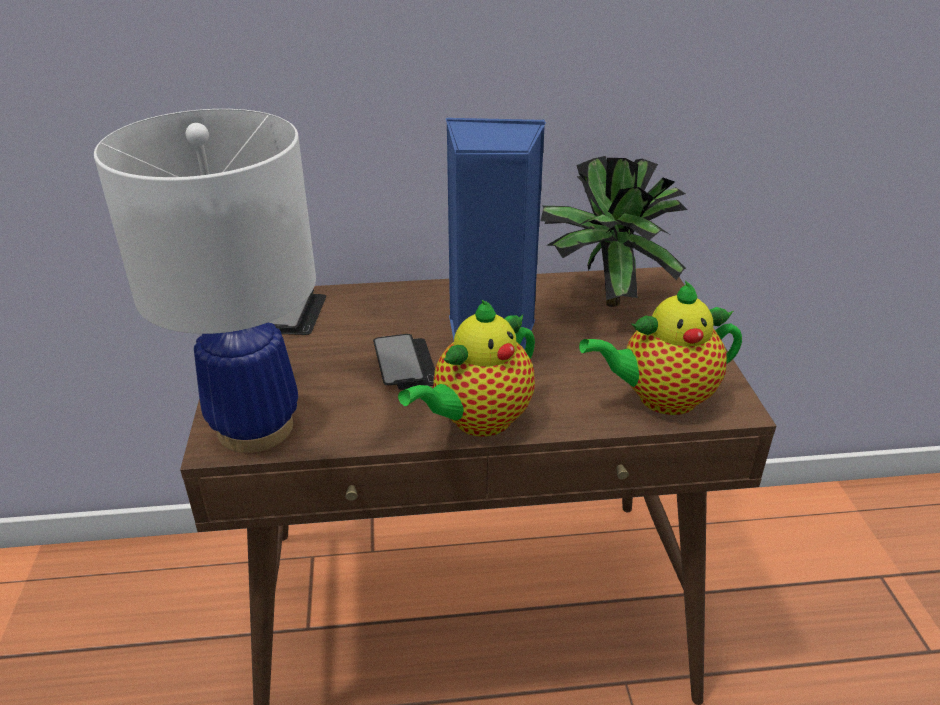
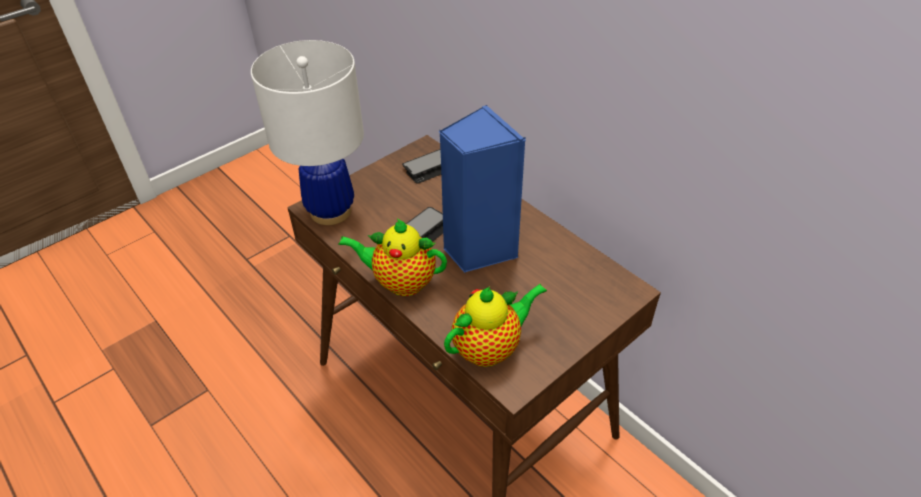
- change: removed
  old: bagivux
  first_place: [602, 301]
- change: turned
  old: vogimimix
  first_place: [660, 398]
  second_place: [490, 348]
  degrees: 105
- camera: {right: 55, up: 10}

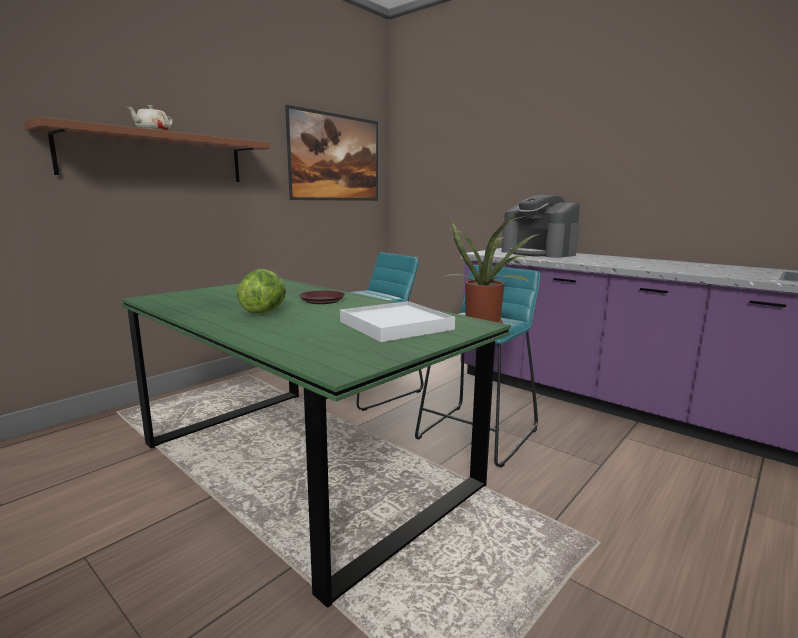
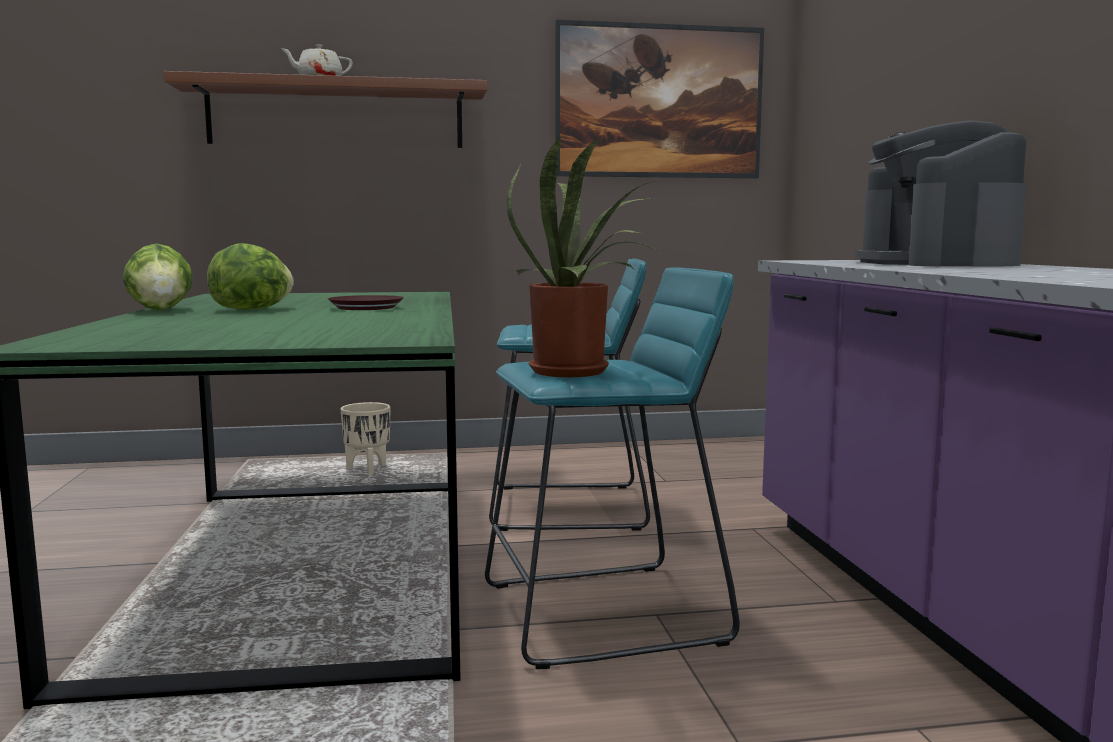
- change: removed
  old: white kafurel
  first_place: [395, 325]
- change: added
  new: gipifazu
  second_place: [161, 310]
- change: added
  new: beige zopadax
  second_place: [368, 470]
- camera: {right: 40, up: -5}

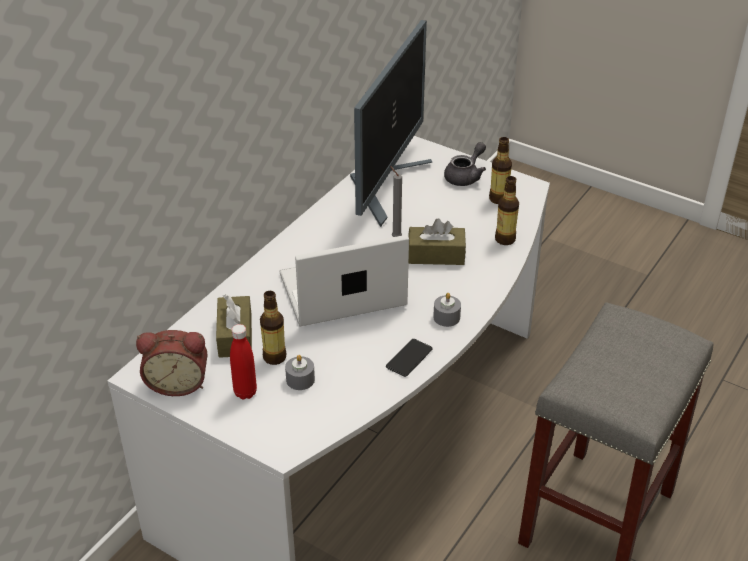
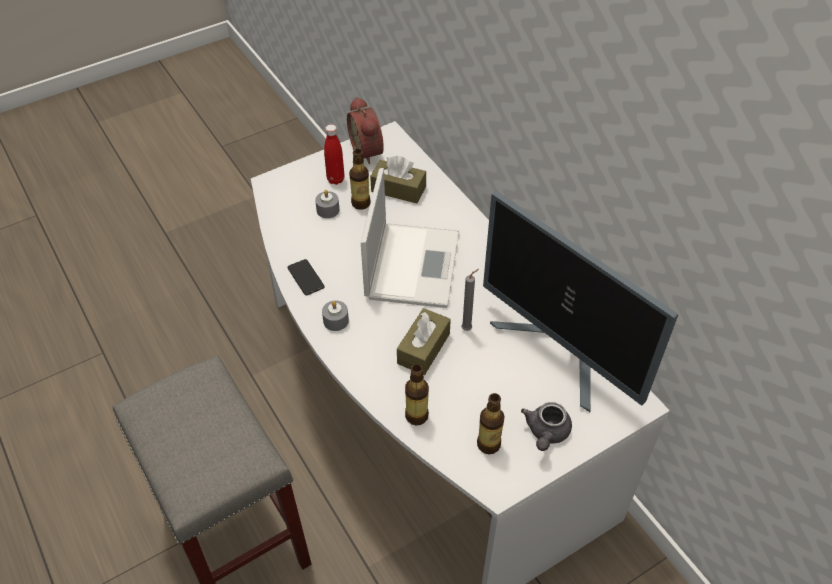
- change: turned
  old: grey vogimimix
  first_place: [465, 176]
  second_place: [546, 433]
  degrees: 45
- change: turned
  old: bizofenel
  first_place: [178, 382]
  second_place: [369, 151]
  degrees: -45
- camera: {right: 115, up: 10}

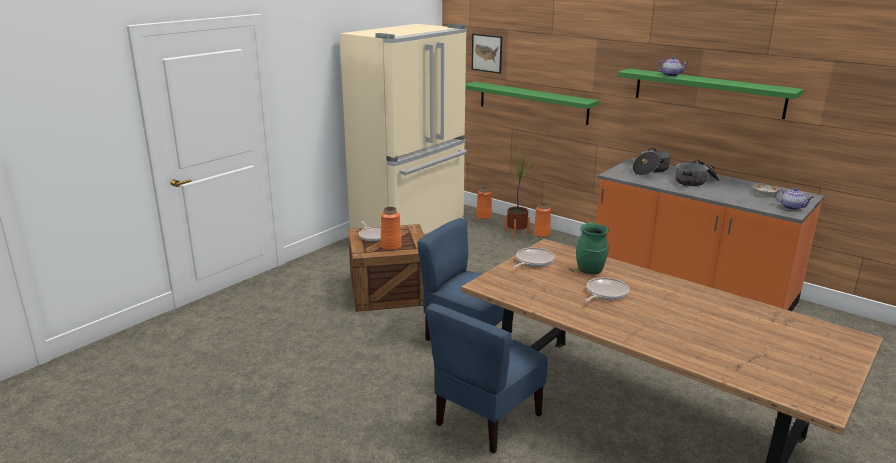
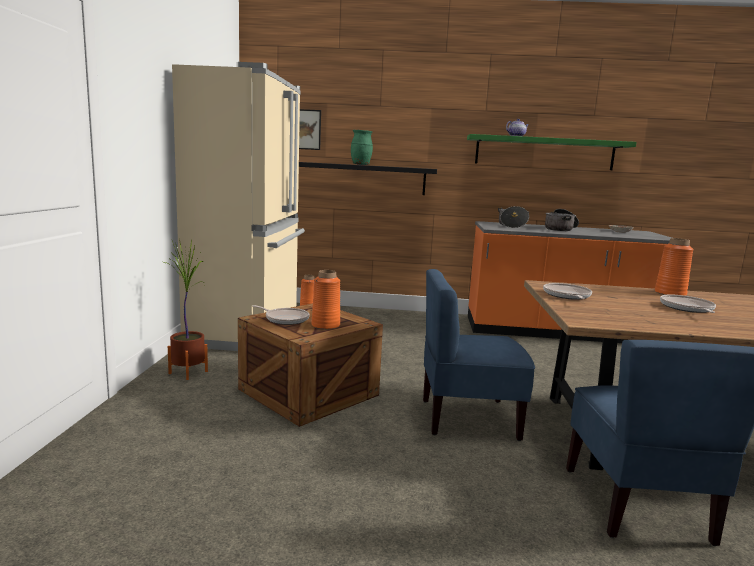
- change: recoloured
  old: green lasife
  new: black lasife
  first_place: [532, 102]
  second_place: [360, 178]
- change: moved
  old: bagivux
  first_place: [517, 233]
  second_place: [188, 372]
- change: removed
  old: vogimimix
  first_place: [792, 207]
- change: moved
  old: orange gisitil
  first_place: [541, 234]
  second_place: [670, 293]
- change: moved
  old: green gisitil
  first_place: [590, 271]
  second_place: [361, 164]
- camera: {right: -35, up: -10}

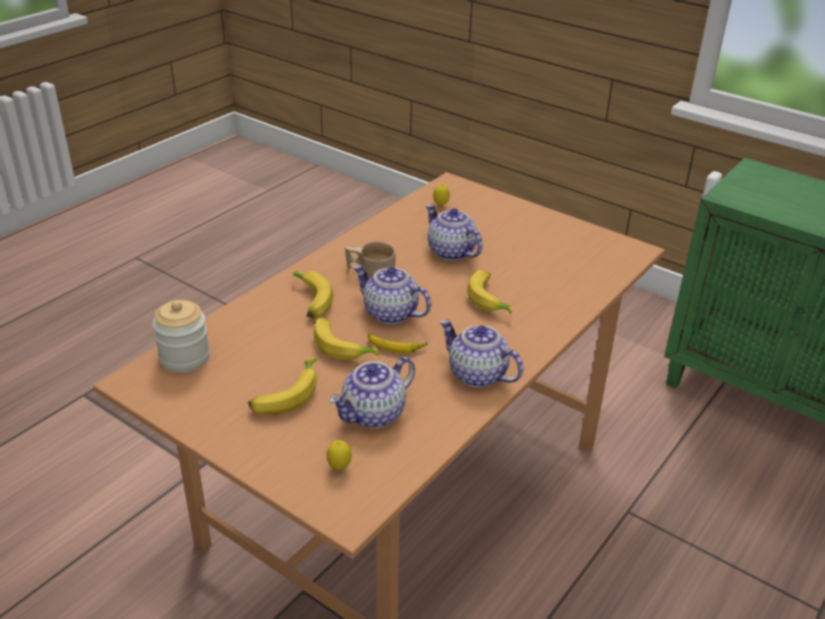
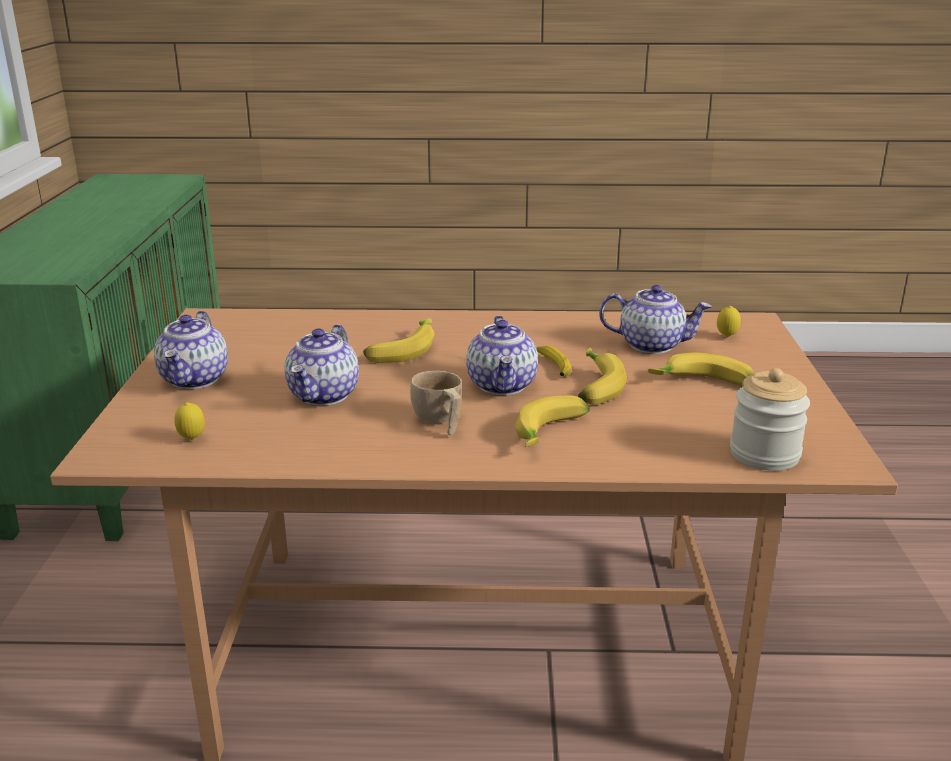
- change: moved
  old: vogimimix
  first_place: [476, 374]
  second_place: [195, 379]
- camera: {right: -125, up: -10}

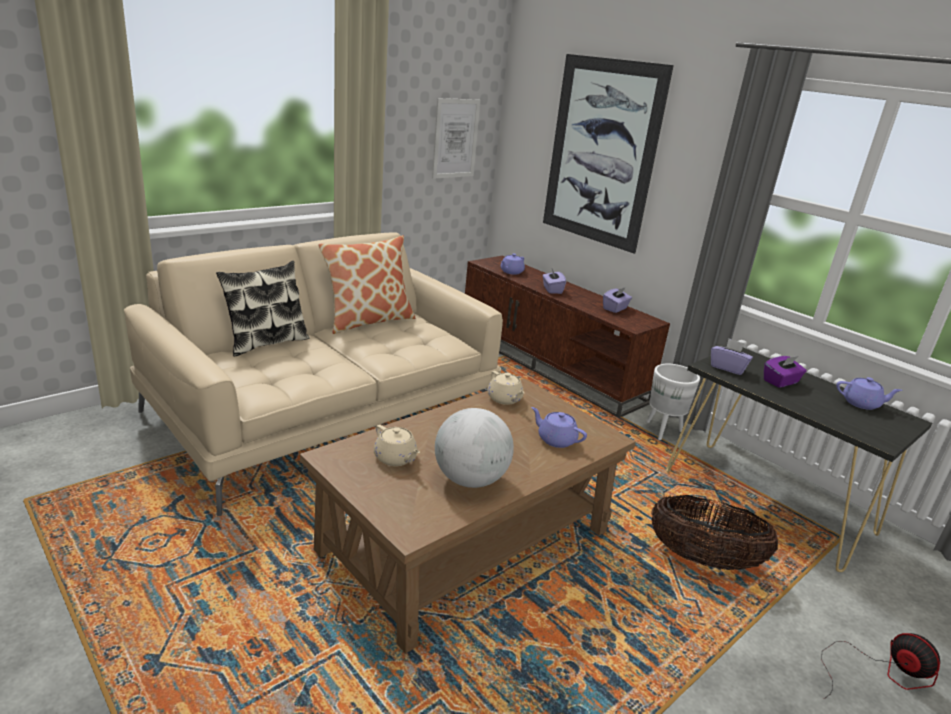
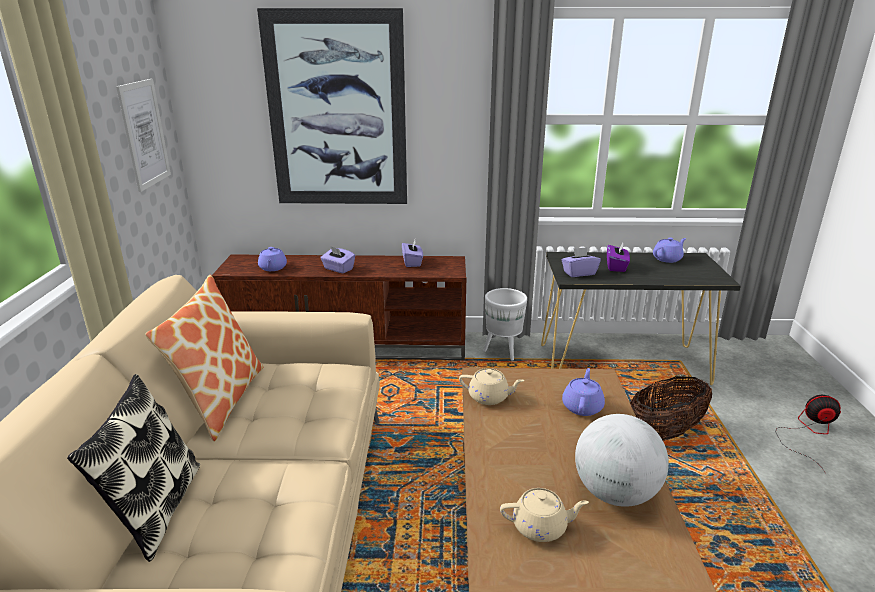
- change: turned
  old: purple vogimimix
  first_place: [555, 439]
  second_place: [582, 406]
  degrees: 120
- camera: {right: -45, up: 0}

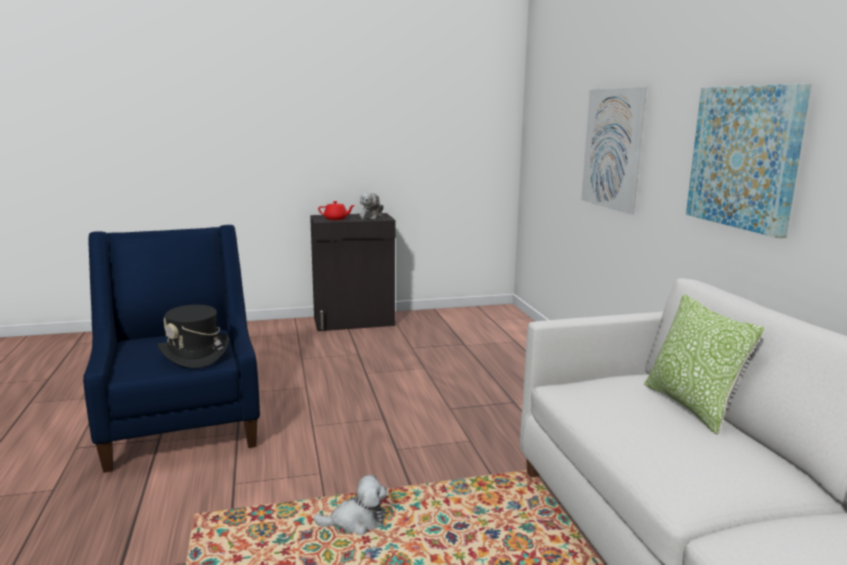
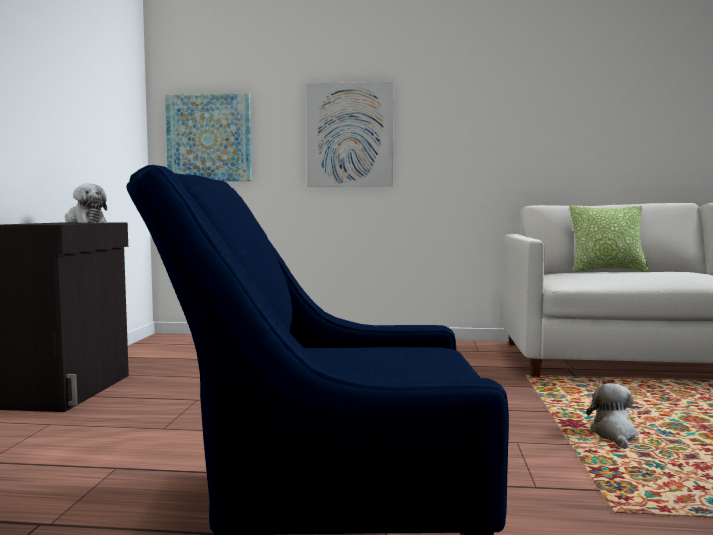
- change: moved
  old: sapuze
  first_place: [744, 157]
  second_place: [209, 138]
- change: removed
  old: red vogimimix
  first_place: [336, 219]
- change: removed
  old: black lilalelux
  first_place: [195, 354]
- camera: {right: -70, up: -10}

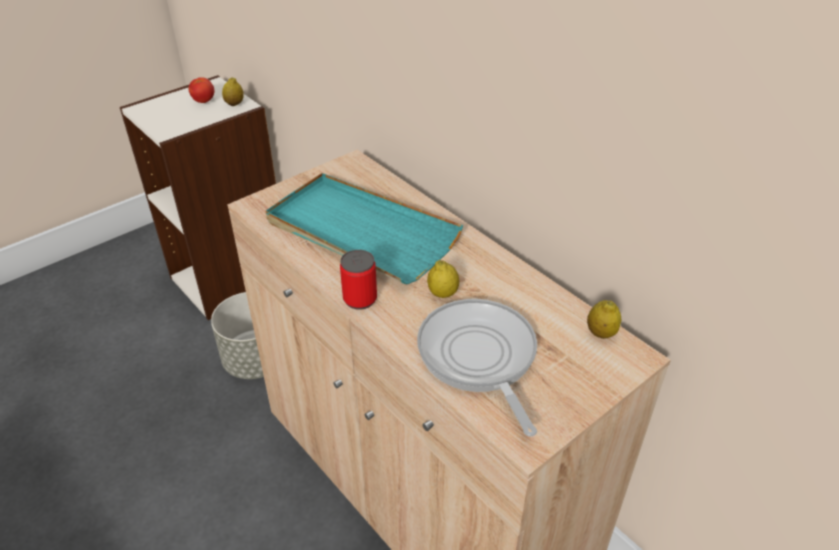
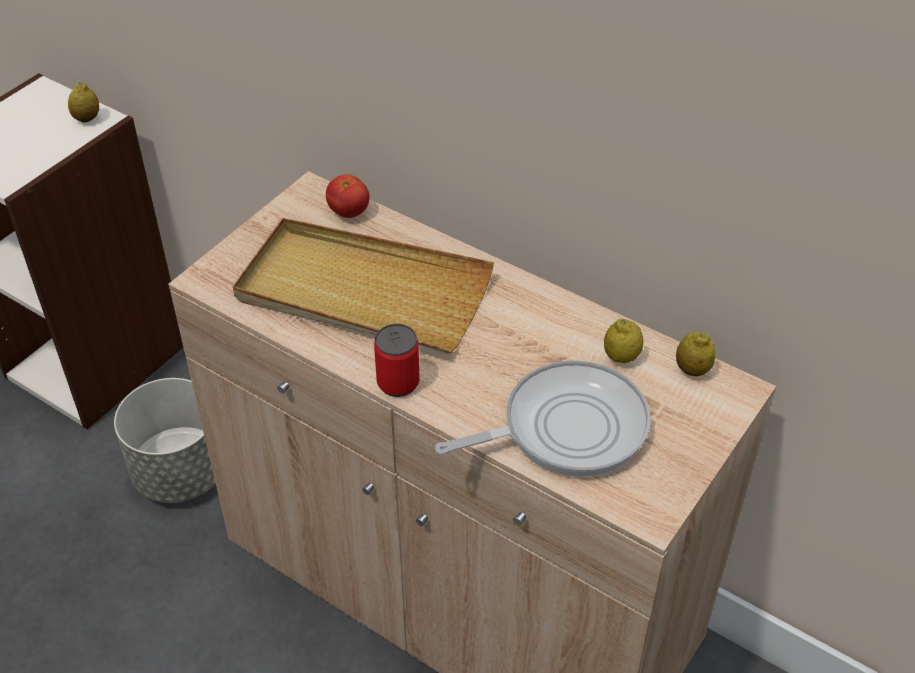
- change: moved
  old: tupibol
  first_place: [203, 101]
  second_place: [349, 212]
- change: recoloured
  old: turquoise kafurel
  new: beige kafurel
  first_place: [360, 232]
  second_place: [362, 292]
- change: moved
  old: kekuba
  first_place: [443, 293]
  second_place: [621, 357]
- change: turned
  old: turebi
  first_place: [479, 358]
  second_place: [566, 428]
  degrees: 105
- camera: {right: -15, up: 5}

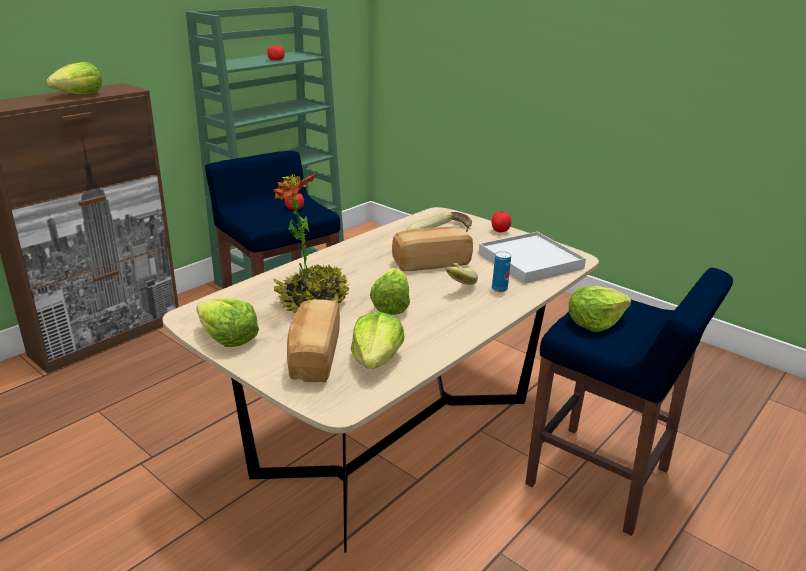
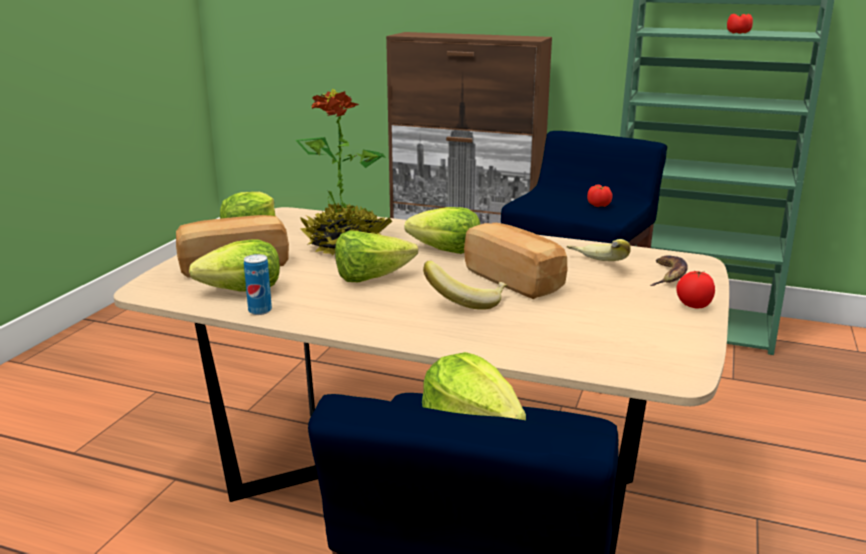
- change: moved
  old: gipifazu
  first_place: [80, 95]
  second_place: [446, 250]
- change: removed
  old: white kafurel
  first_place: [530, 261]
- change: moved
  old: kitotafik
  first_place: [499, 289]
  second_place: [260, 311]
- camera: {right: 70, up: -5}

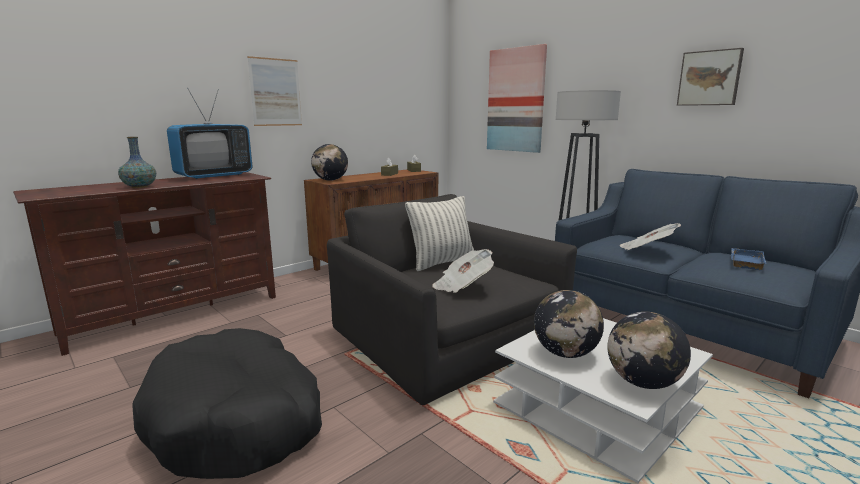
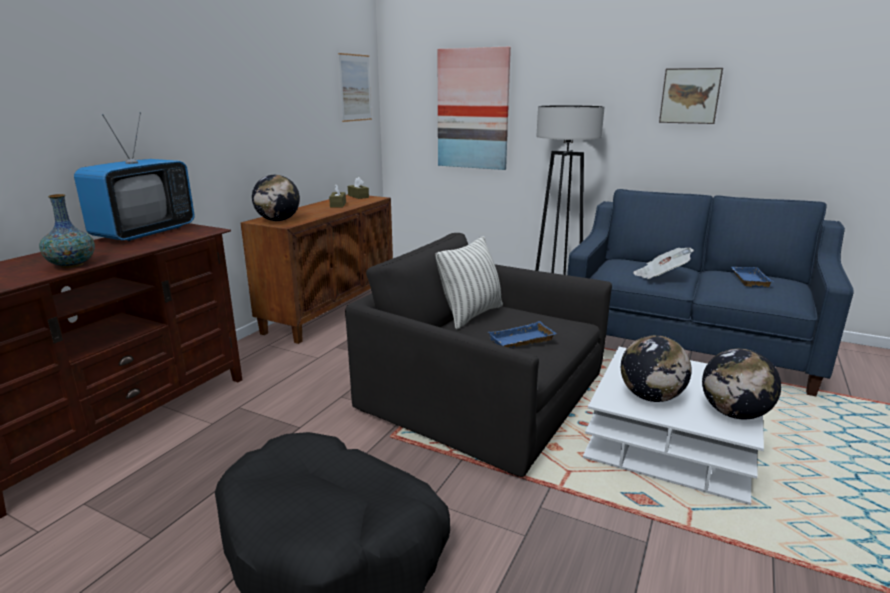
- change: moved
  old: sapuze
  first_place: [275, 92]
  second_place: [355, 88]
- change: replaced
  old: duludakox
  new: blue kafurel
  first_place: [462, 286]
  second_place: [521, 341]
- camera: {right: -20, up: 5}

